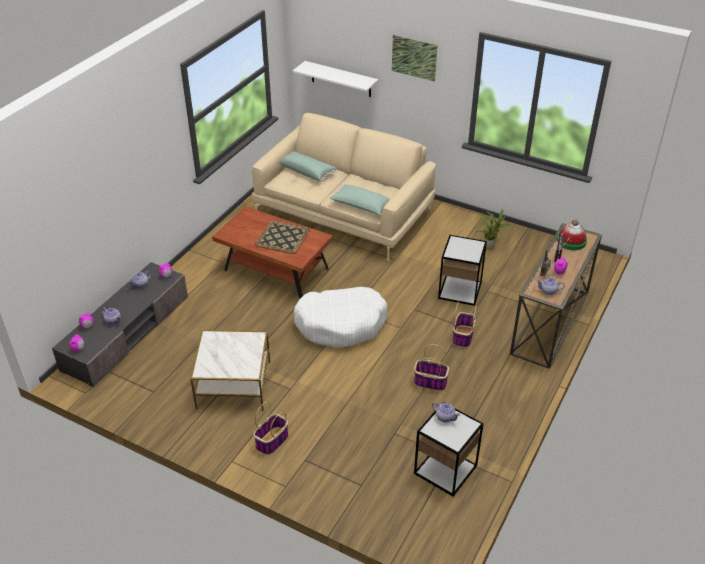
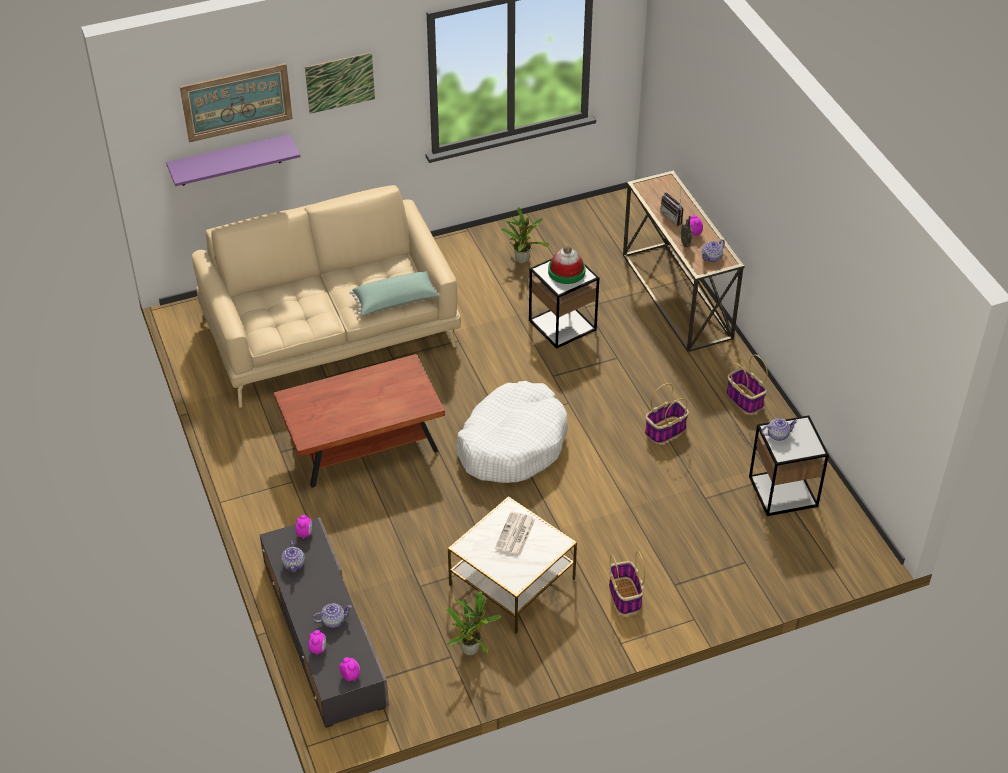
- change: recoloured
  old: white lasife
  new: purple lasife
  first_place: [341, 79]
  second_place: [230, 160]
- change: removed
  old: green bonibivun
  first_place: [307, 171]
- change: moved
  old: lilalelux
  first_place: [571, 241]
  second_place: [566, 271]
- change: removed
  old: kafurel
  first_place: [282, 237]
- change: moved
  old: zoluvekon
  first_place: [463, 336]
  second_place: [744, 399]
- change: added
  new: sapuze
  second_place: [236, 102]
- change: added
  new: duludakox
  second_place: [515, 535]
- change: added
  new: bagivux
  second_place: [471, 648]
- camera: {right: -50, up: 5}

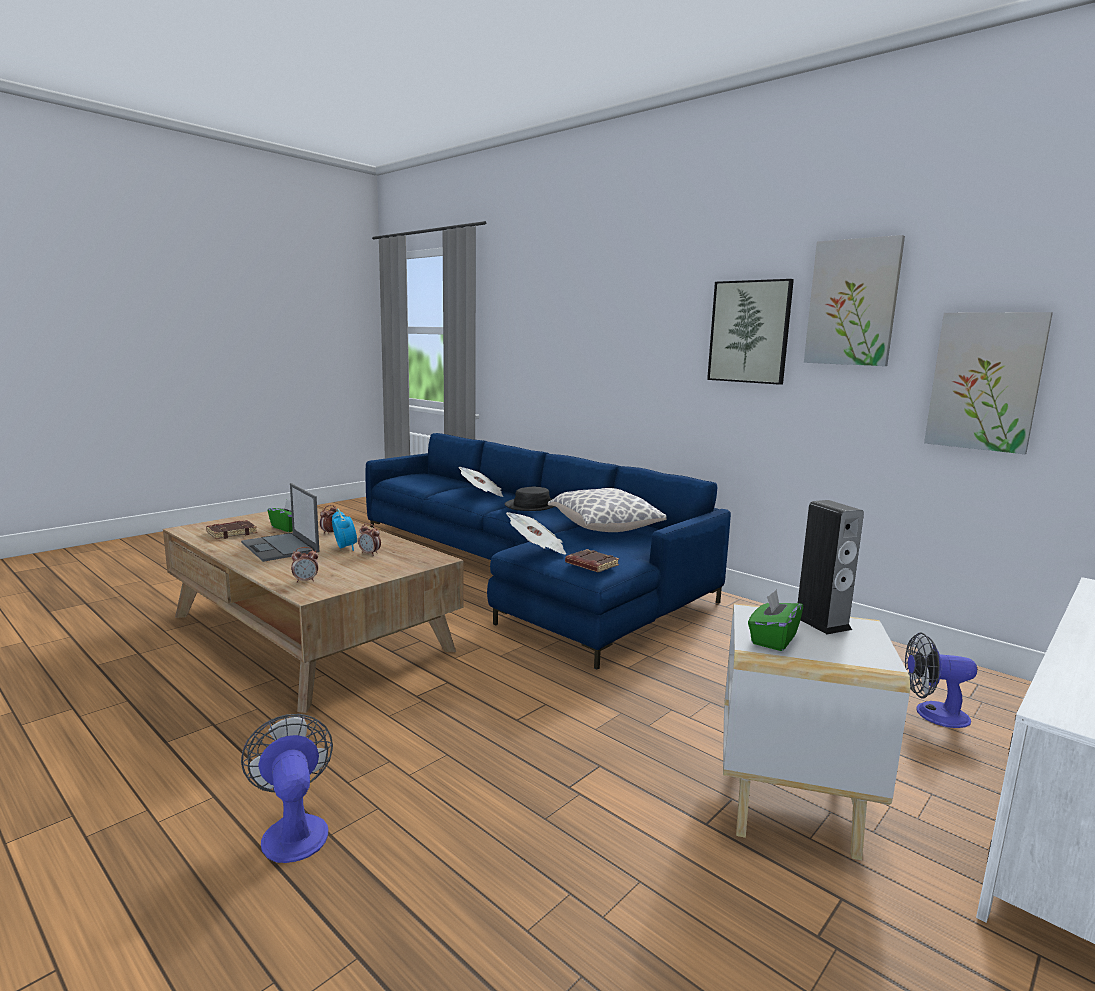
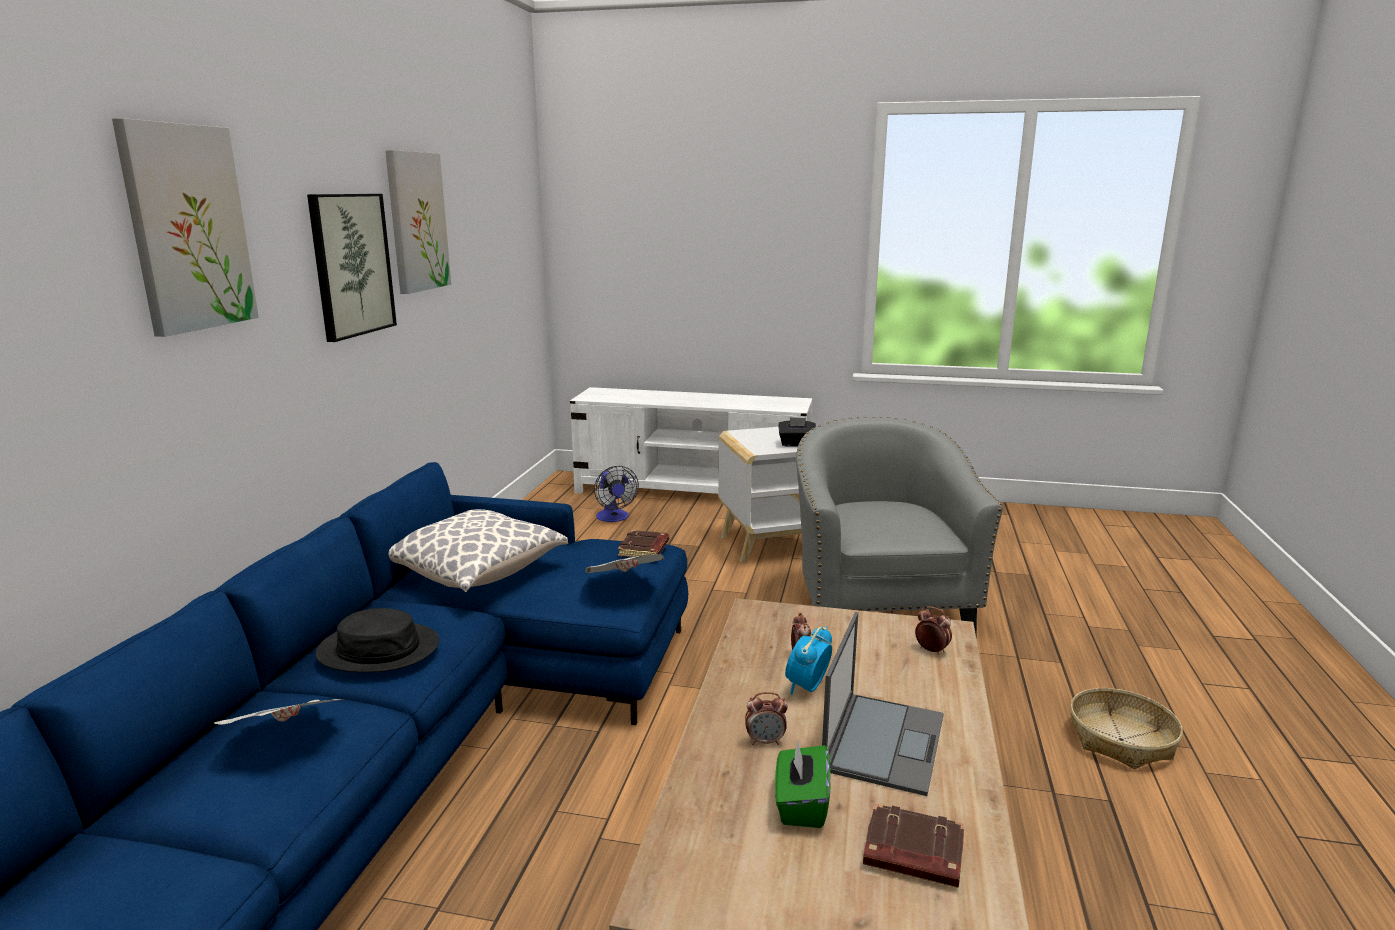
- change: moved
  old: sapuze
  first_place: [985, 381]
  second_place: [187, 228]
- change: removed
  old: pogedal
  first_place: [821, 622]
- change: recoloured
  old: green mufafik
  new: black mufafik
  first_place: [773, 639]
  second_place: [796, 444]
- change: removed
  old: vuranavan
  first_place: [293, 829]
- change: added
  new: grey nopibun
  second_place: [878, 608]
- change: added
  new: zoluvekon
  second_place: [1121, 740]
- camera: {right: -120, up: 5}

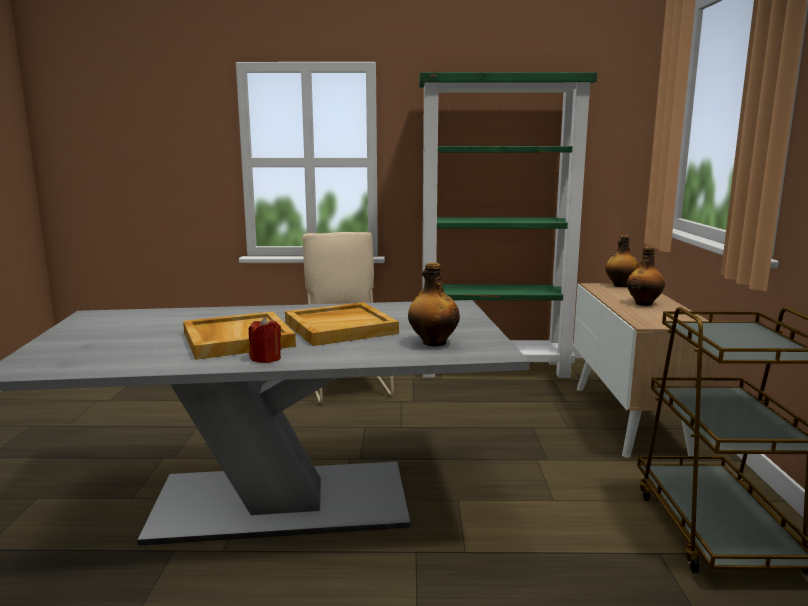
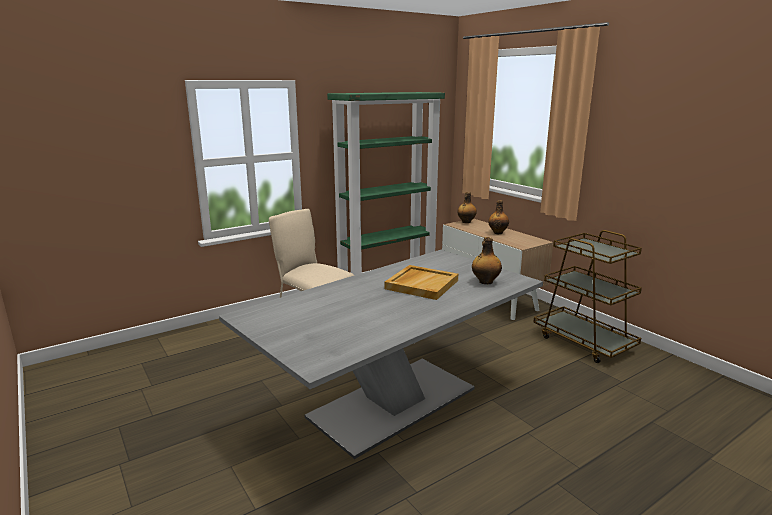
- change: removed
  old: beige kafurel
  first_place: [236, 339]
- change: removed
  old: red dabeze
  first_place: [266, 358]
- camera: {right: -35, up: 5}

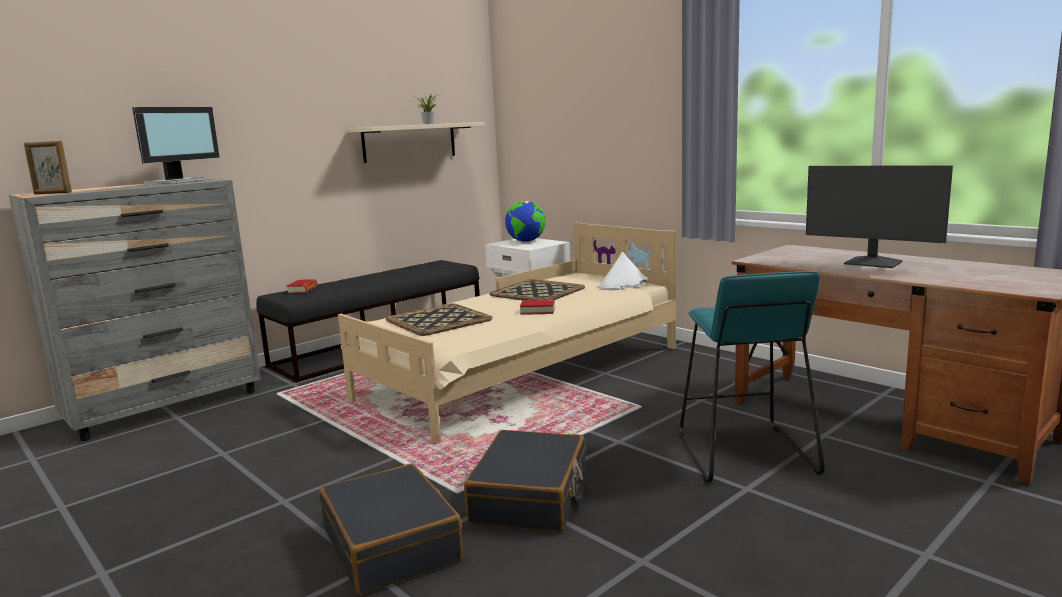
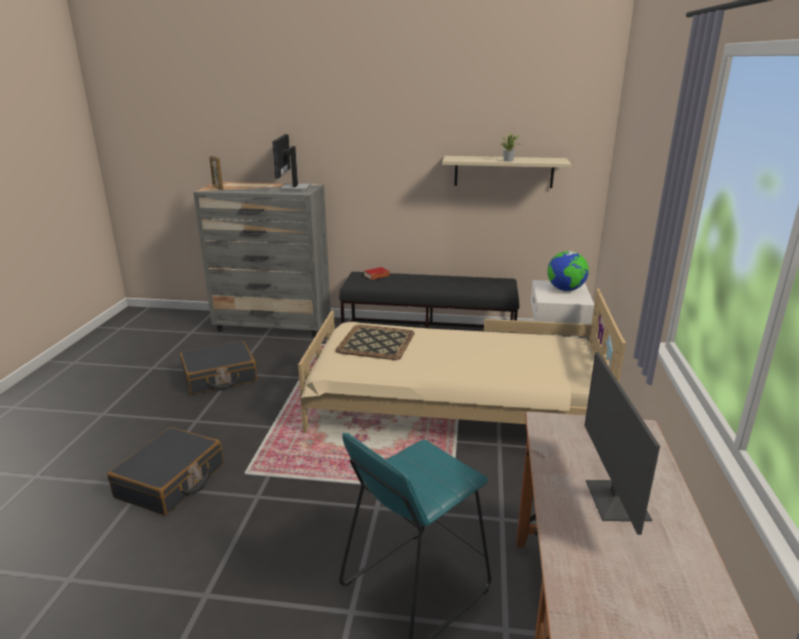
- change: turned
  old: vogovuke
  first_place: [177, 182]
  second_place: [293, 188]
  degrees: 105
- change: removed
  old: white lilalelux
  first_place: [623, 284]
- change: removed
  old: kafurel
  first_place: [536, 292]
- change: removed
  old: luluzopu
  first_place: [537, 311]
- change: moved
  old: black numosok
  first_place: [531, 497]
  second_place: [220, 377]
- camera: {right: 50, up: 10}

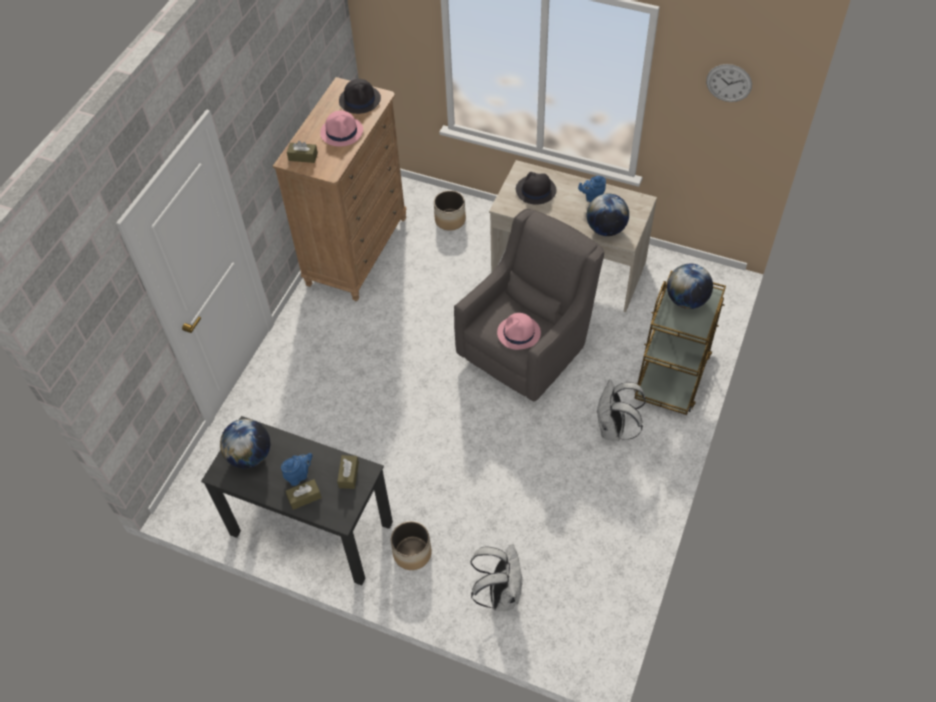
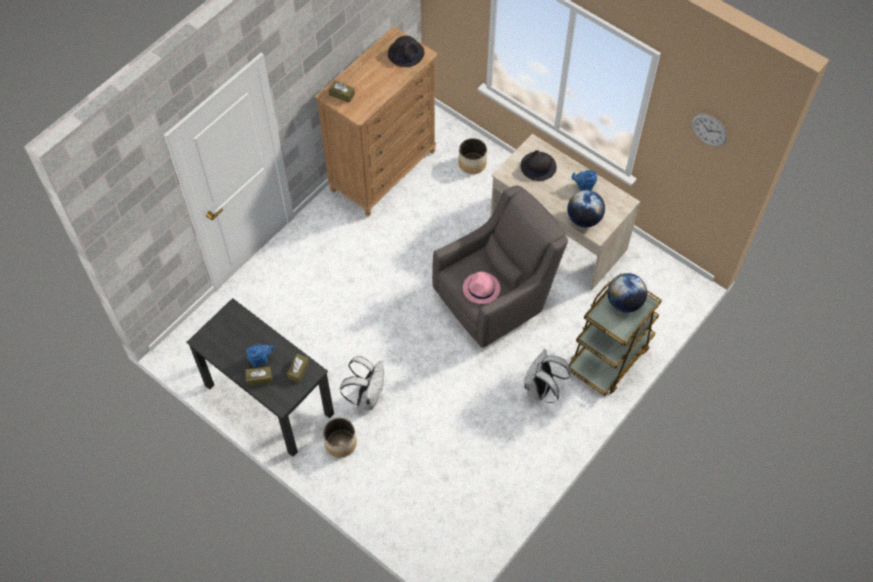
- change: removed
  old: pink lilalelux
  first_place: [342, 132]
- change: removed
  old: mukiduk
  first_place: [250, 455]
- change: moved
  old: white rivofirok
  first_place: [500, 593]
  second_place: [367, 396]
- camera: {right: 15, up: 5}

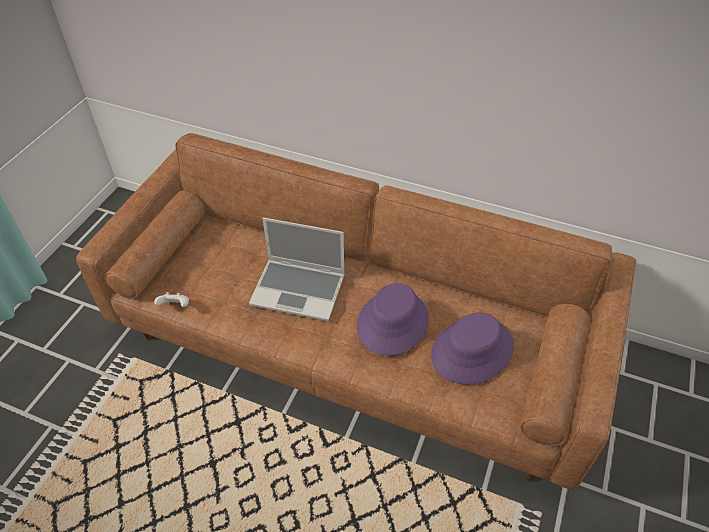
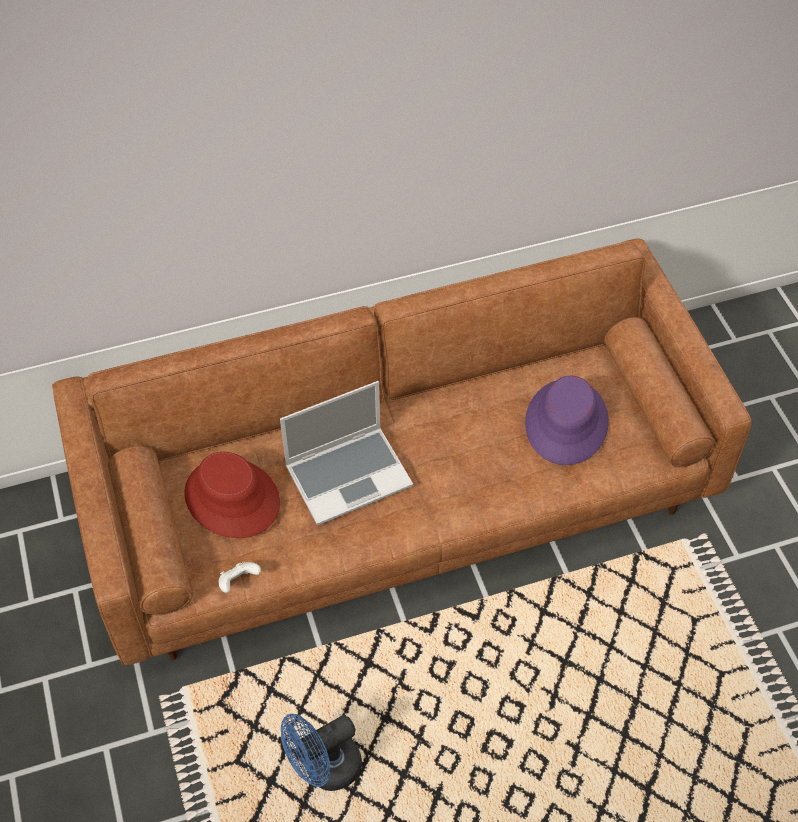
- change: removed
  old: purple lilalelux
  first_place: [392, 322]
- change: added
  new: red lilalelux
  second_place: [231, 498]
- change: added
  new: blue vuranavan
  second_place: [324, 769]
- camera: {right: -40, up: 5}

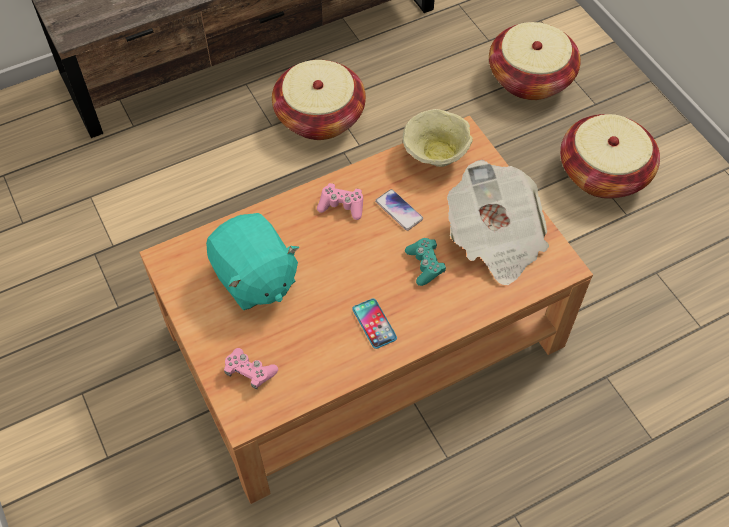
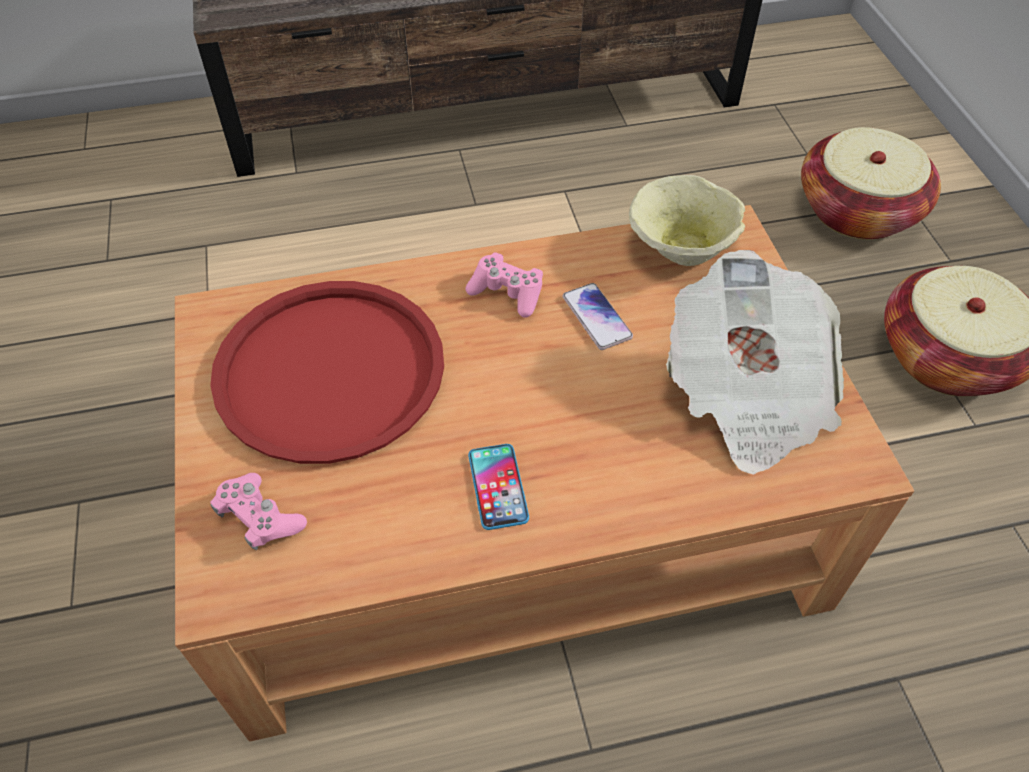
- change: removed
  old: zoluvekon
  first_place: [320, 117]
- change: replaced
  old: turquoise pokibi
  new: red kafurel
  first_place: [254, 278]
  second_place: [329, 371]
- change: removed
  old: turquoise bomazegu
  first_place: [425, 265]
- camera: {right: 15, up: -5}

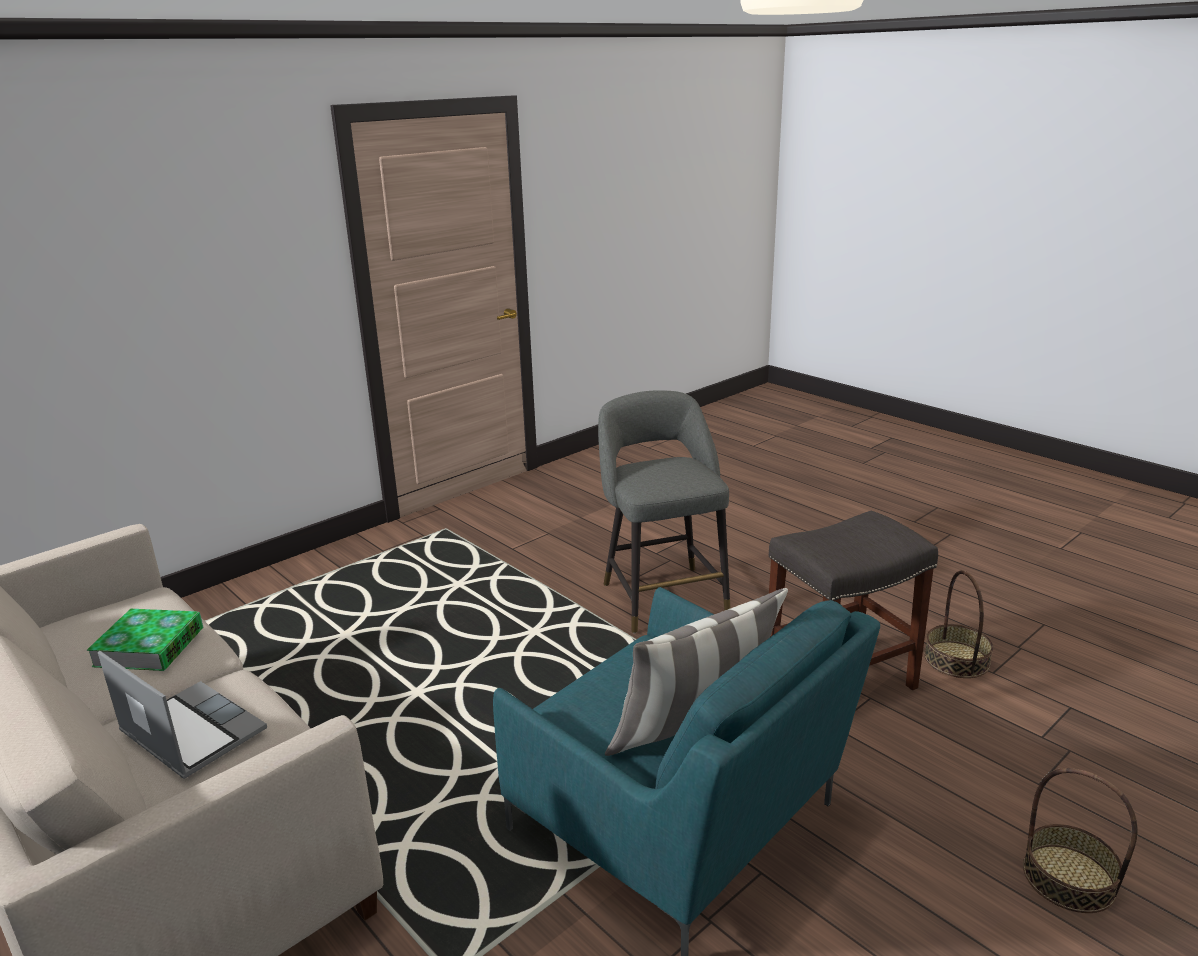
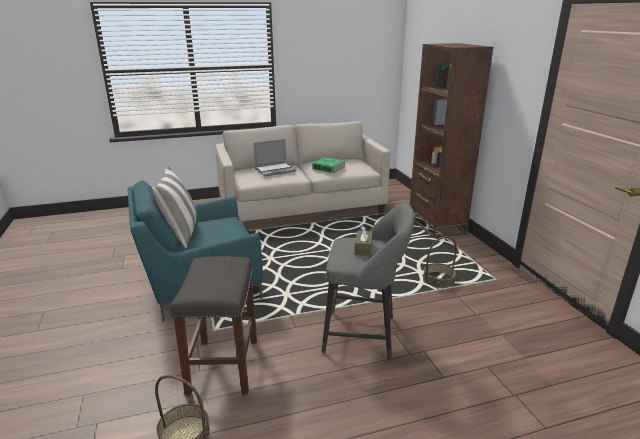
- change: moved
  old: zoluvekon
  first_place: [1069, 878]
  second_place: [438, 280]
- change: added
  new: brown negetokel
  second_place: [436, 225]
- change: added
  new: brown mufafik
  second_place: [363, 248]
- camera: {right: 115, up: 0}

